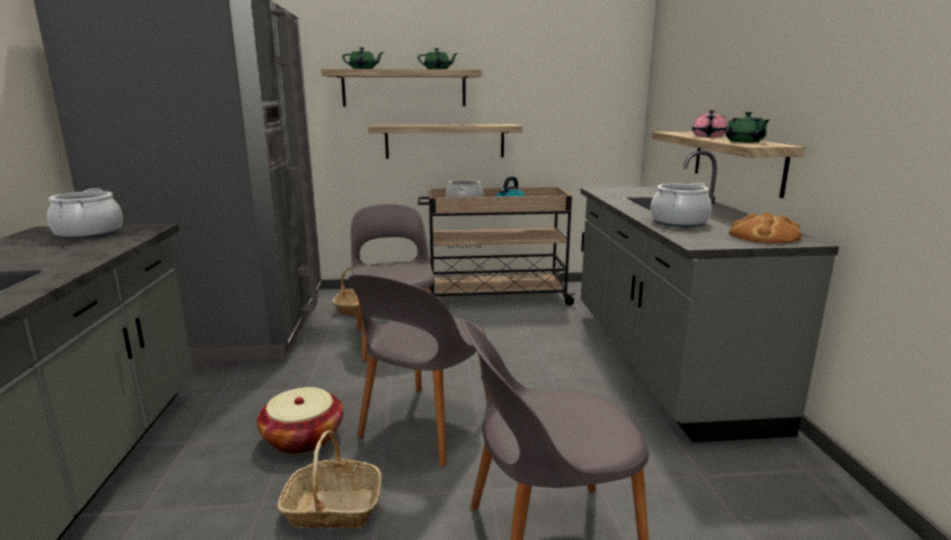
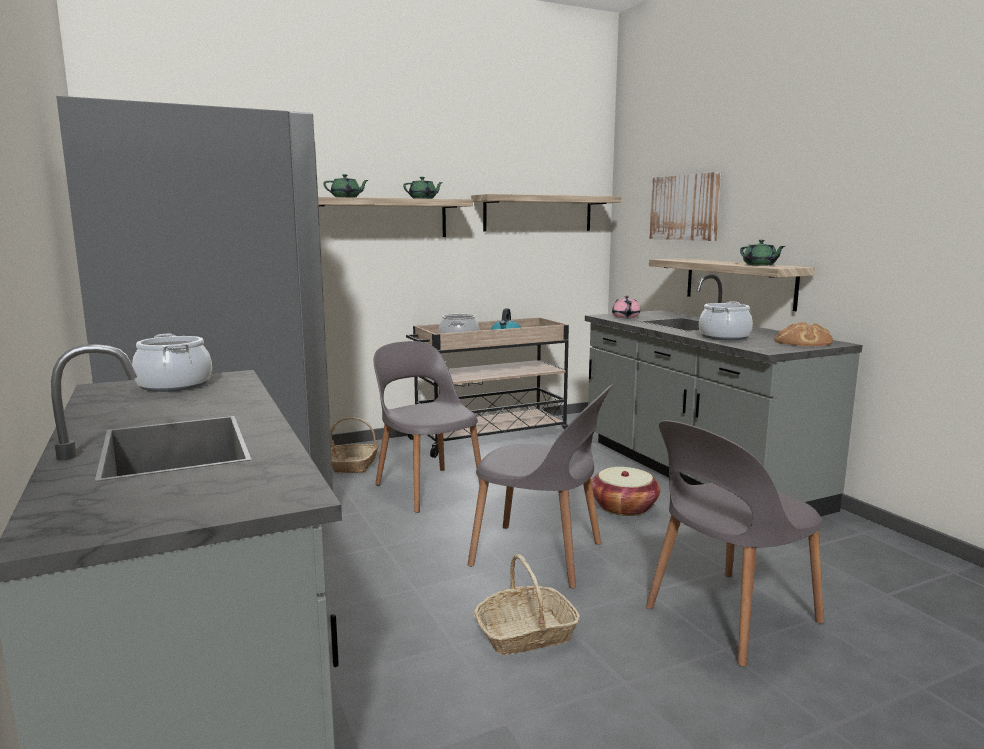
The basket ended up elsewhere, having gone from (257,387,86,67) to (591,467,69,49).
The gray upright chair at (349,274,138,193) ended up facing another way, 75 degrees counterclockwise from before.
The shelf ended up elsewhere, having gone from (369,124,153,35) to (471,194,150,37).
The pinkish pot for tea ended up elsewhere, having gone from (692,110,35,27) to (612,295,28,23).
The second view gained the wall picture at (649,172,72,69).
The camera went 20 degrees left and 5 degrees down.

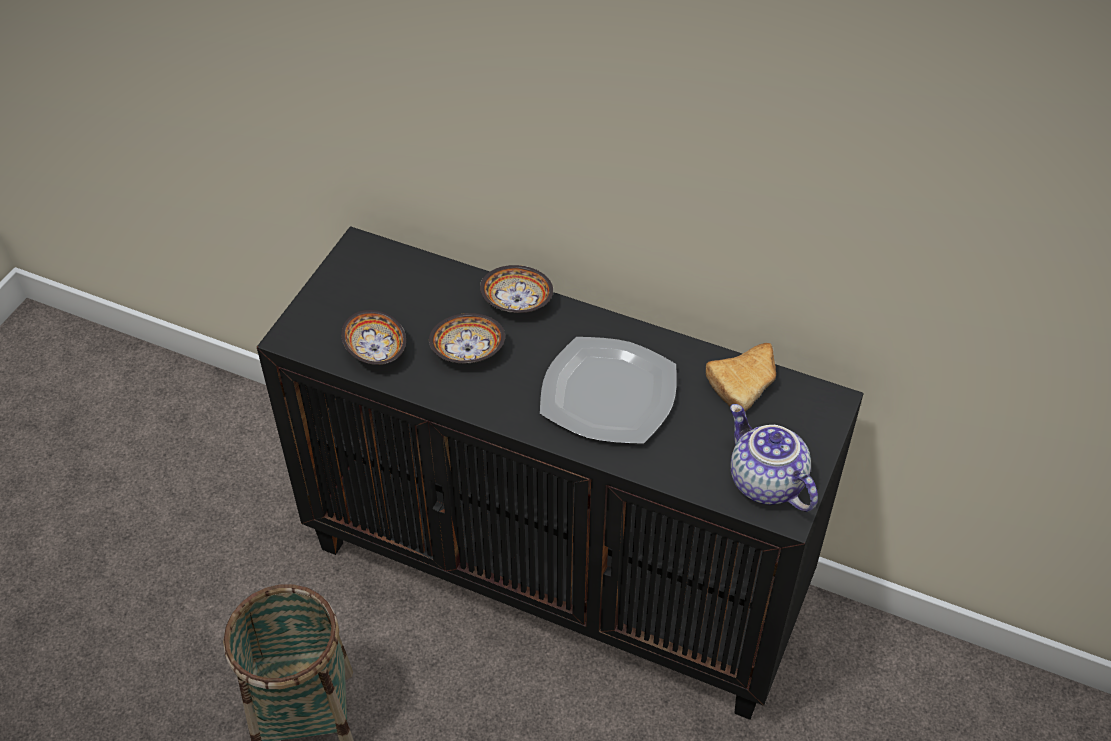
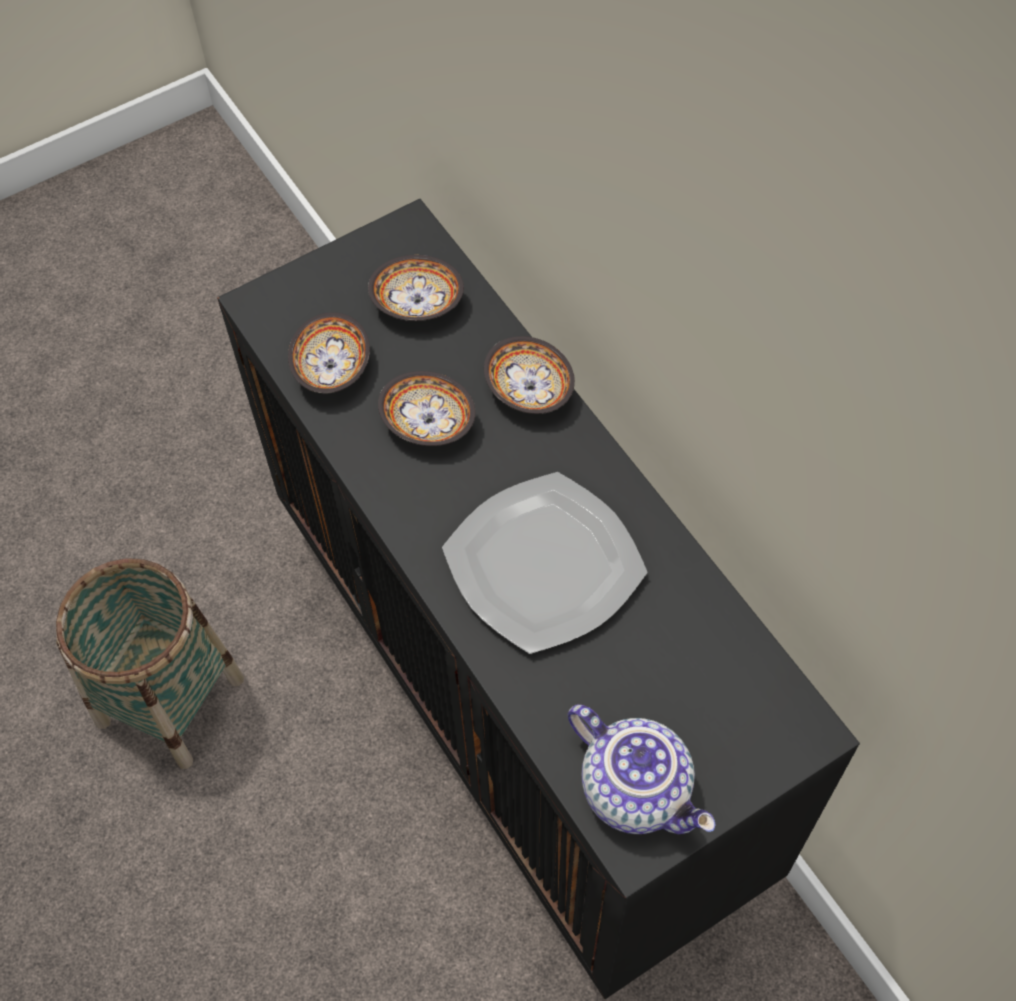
The second view lost the bread at (706,343,70,68).
The pot for tea at (730,404,88,108) ended up facing another way, 135 degrees clockwise from before.
The second view gained the bowl at (368,255,96,66).
The camera went 35 degrees right and 10 degrees up.

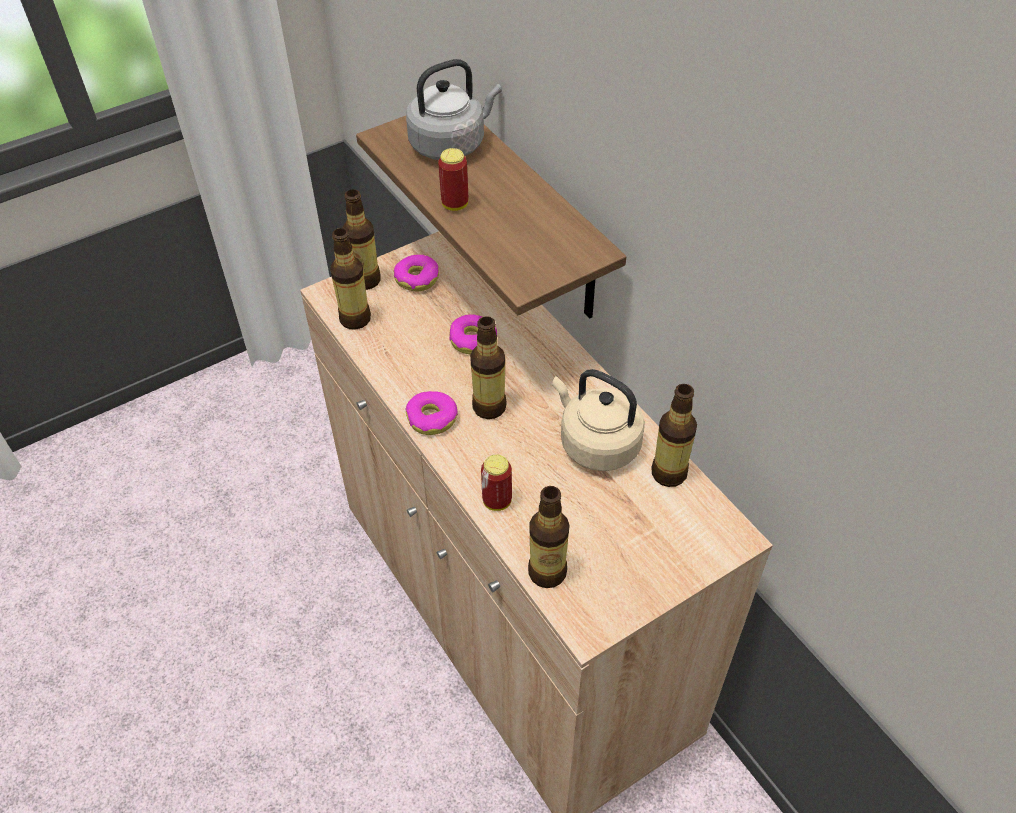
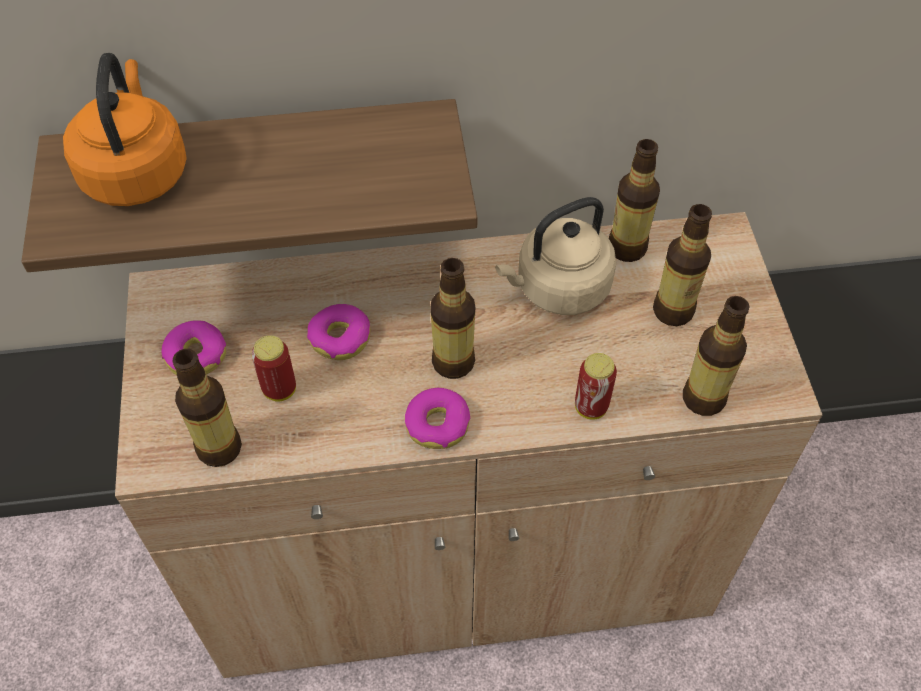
The beverage bottle ended up elsewhere, having gone from (343,190,38,100) to (653,204,59,122).
What was the gray tea kettle at (406,59,96,101) turned into the orange-coloured tea kettle at (63,53,124,153).
The metal can ended up elsewhere, having gone from (438,148,30,63) to (252,335,44,67).
The camera went 65 degrees left and 5 degrees up.

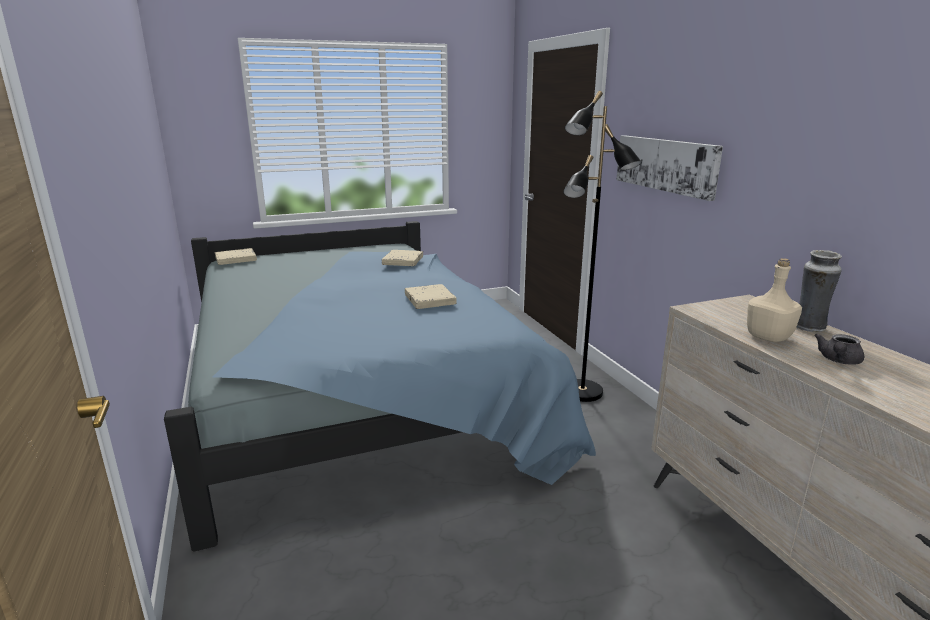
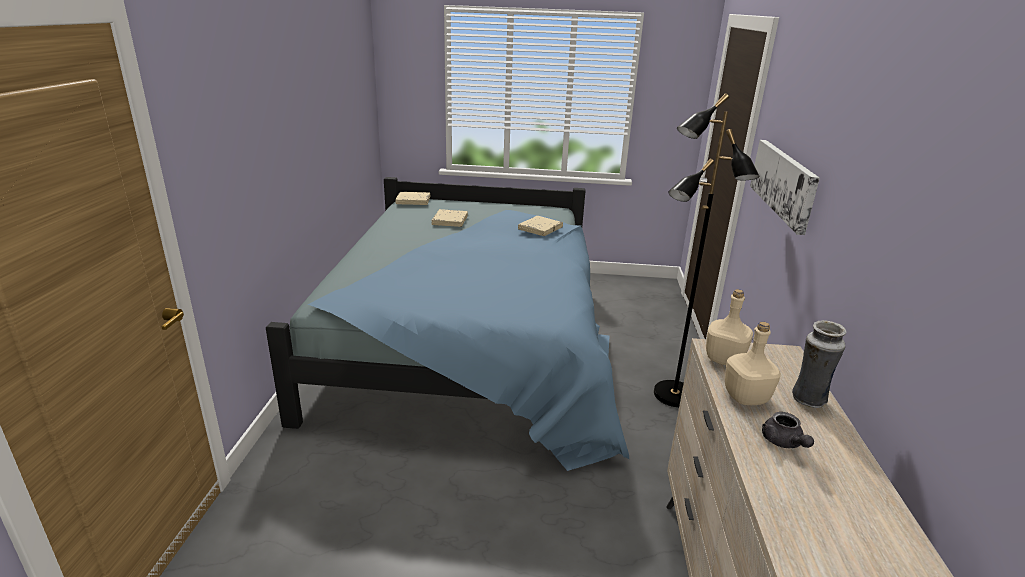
The sand-coloured book ended up elsewhere, having gone from (405,284,52,25) to (432,209,36,18).
The gray pot for tea at (814,333,50,32) ended up facing another way, 75 degrees counterclockwise from before.
The second view gained the sand-coloured beverage bottle at (706,289,47,76).
The camera went 25 degrees right and 5 degrees up.

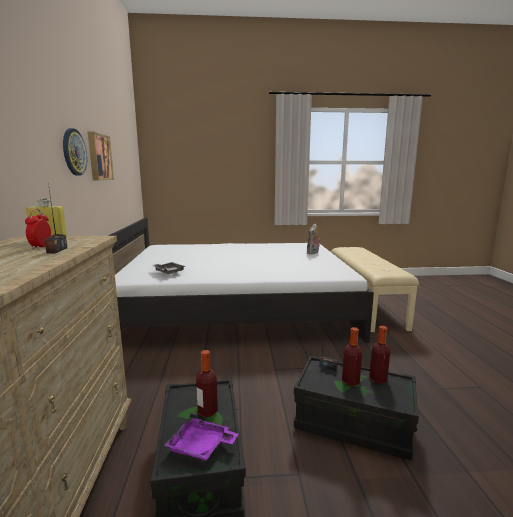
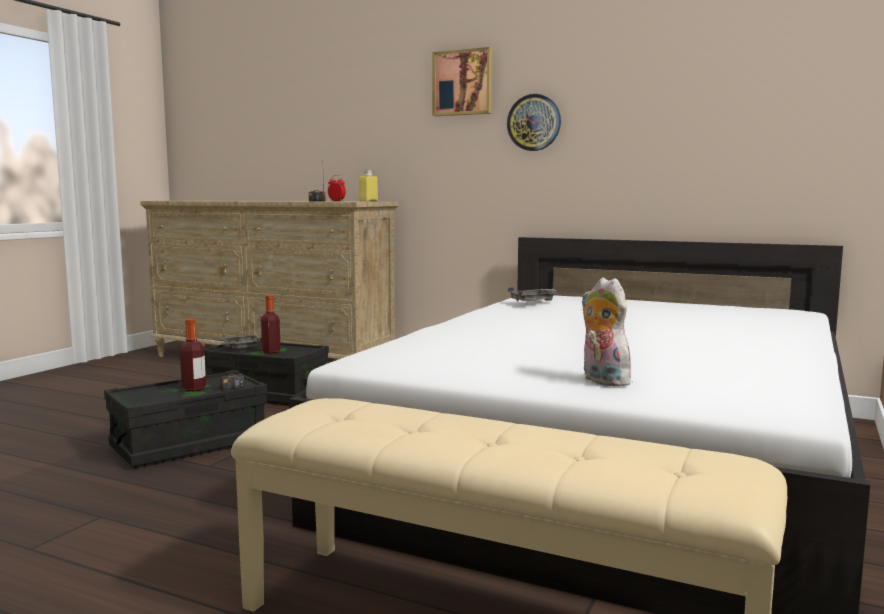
The wall picture ended up elsewhere, having gone from (88,132,26,48) to (432,47,60,69).
What was the purple-coloured tray at (165,413,73,48) turned into the gray tray at (219,335,43,14).
The second view lost the beverage bottle at (369,326,21,58).
The camera went 120 degrees right and 5 degrees down.

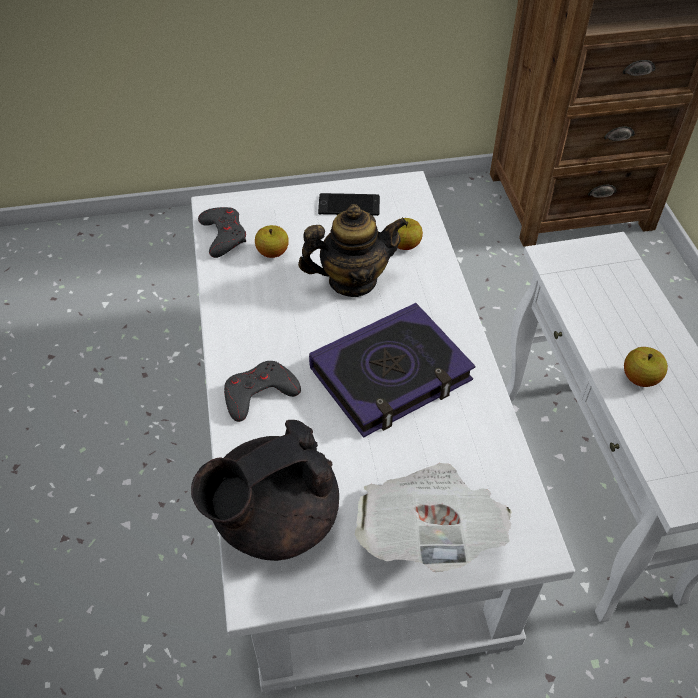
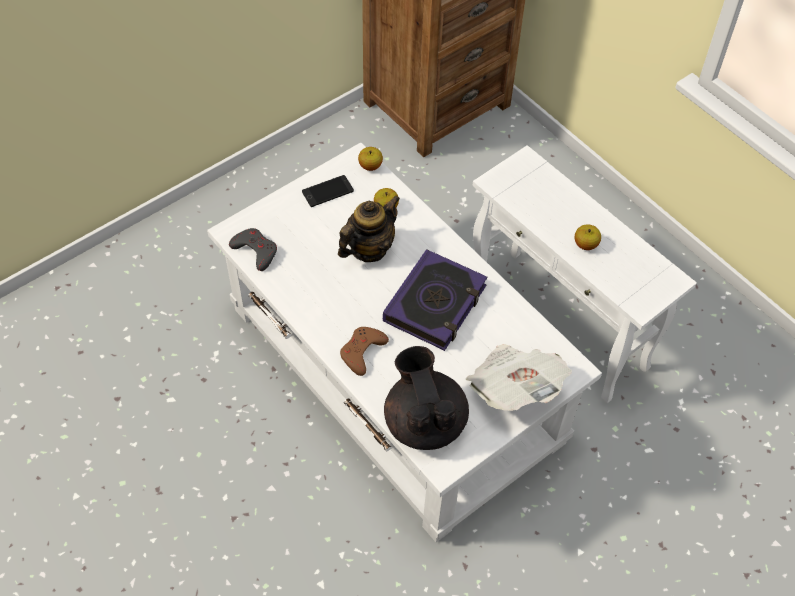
The black pot for tea at (191,420,148,141) ended up facing another way, 135 degrees clockwise from before.
What was the gray gamepad at (224,361,77,61) turned into the brown-coloured gamepad at (340,327,49,49).
The whole apple ended up elsewhere, having gone from (255,225,34,33) to (358,147,25,24).
The camera went 30 degrees left and 5 degrees up.

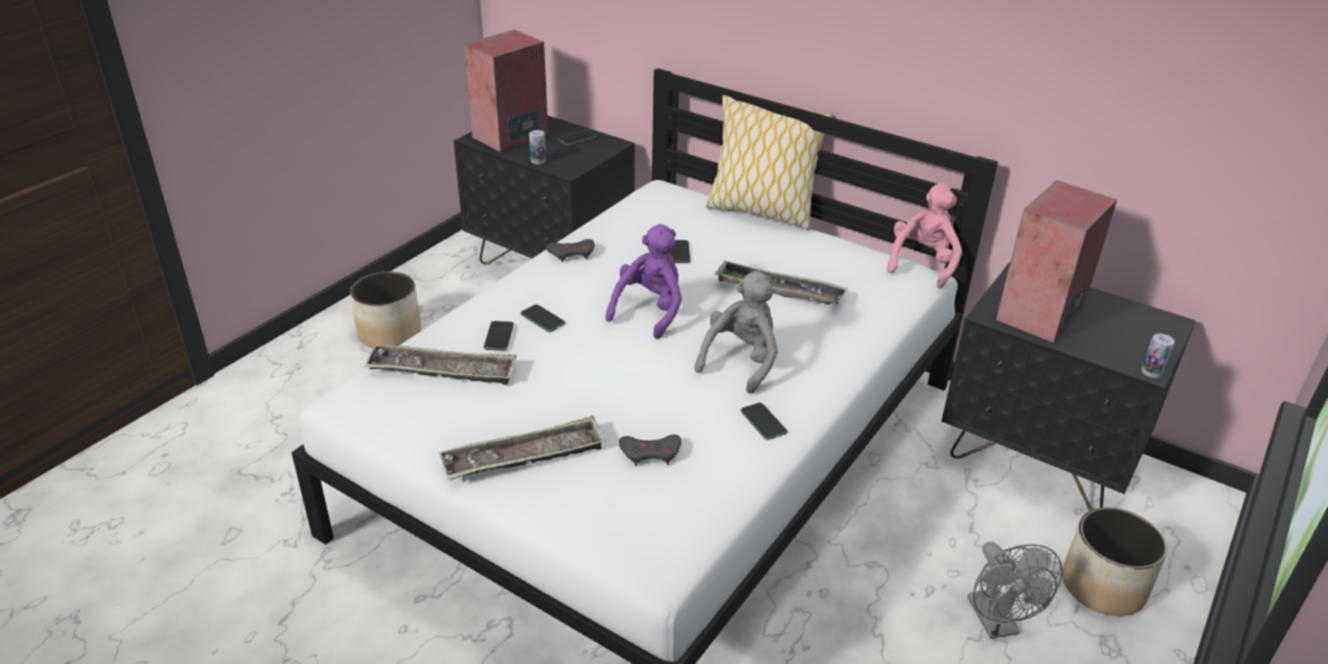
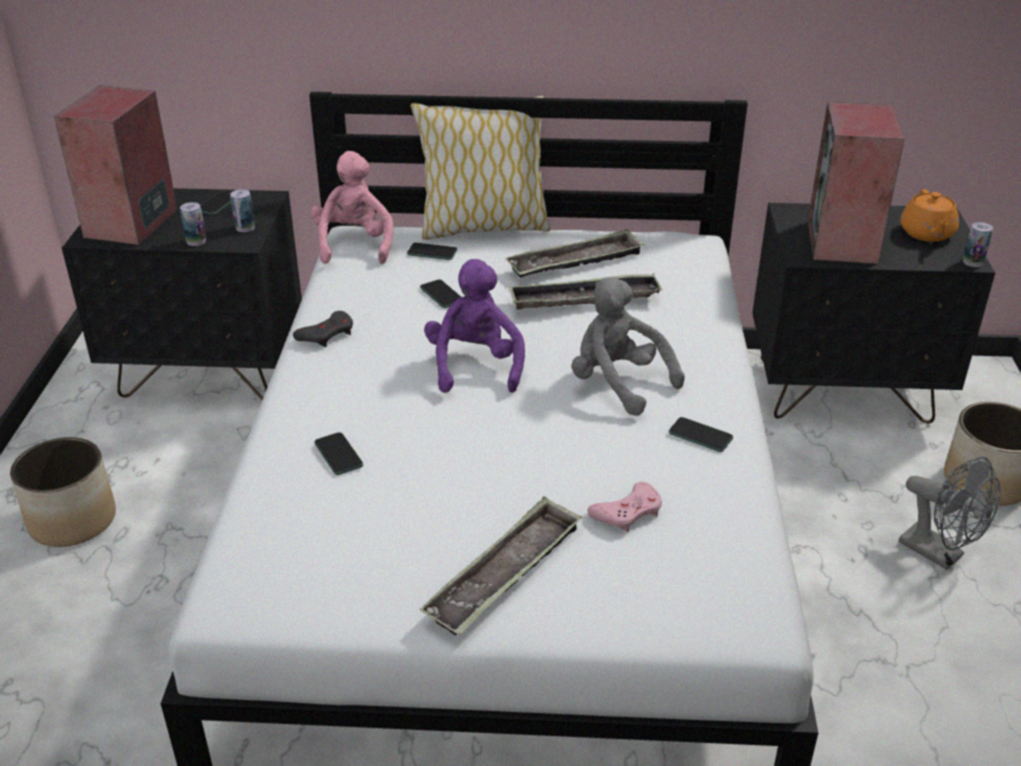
The tray ended up elsewhere, having gone from (364,344,153,41) to (505,229,140,49).
The phone ended up elsewhere, having gone from (520,304,45,28) to (407,243,50,17).
What was the gray gamepad at (619,434,62,32) turned into the pinkish gamepad at (587,482,75,50).
The gray plush toy at (694,271,84,123) ended up facing another way, 45 degrees counterclockwise from before.
The pinkish plush toy ended up elsewhere, having gone from (887,183,75,105) to (310,151,83,113).
The second view gained the metal can at (230,189,25,43).
The second view gained the orange-coloured pot for tea at (900,189,59,53).
The camera went 30 degrees left and 0 degrees up.

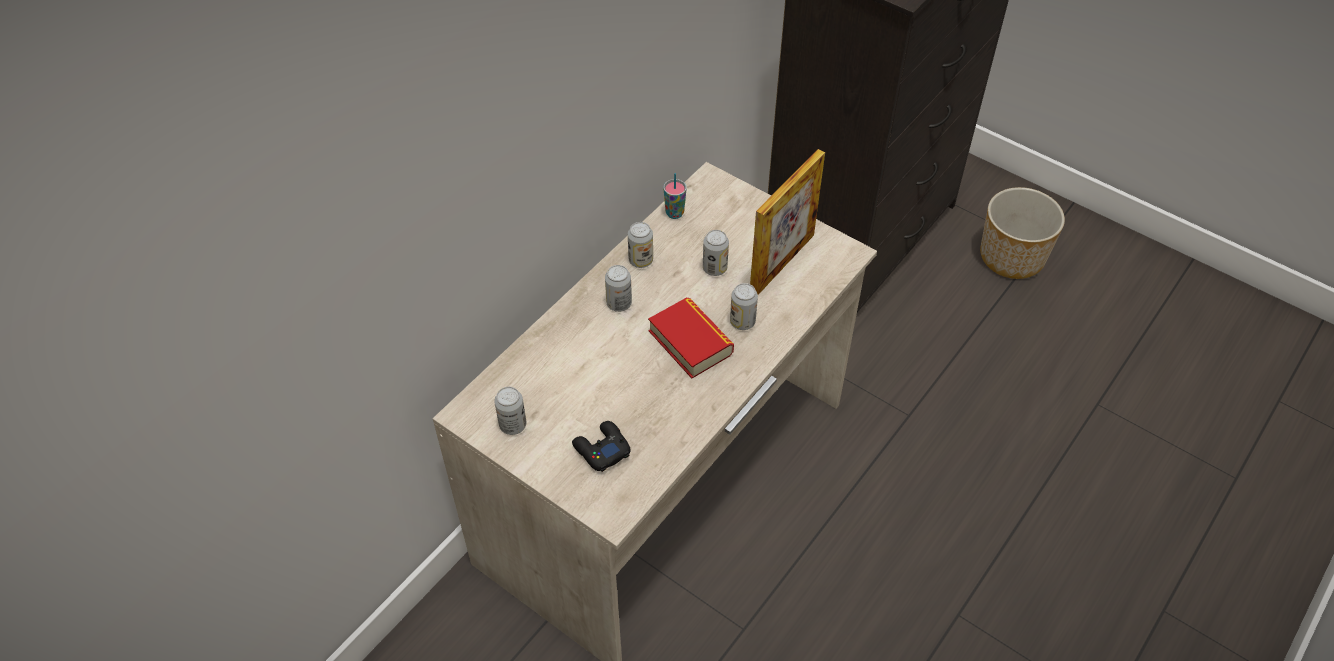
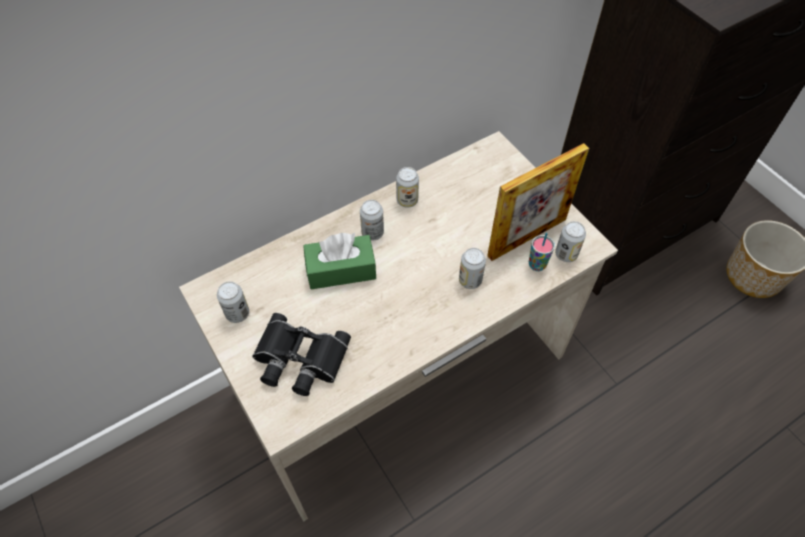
Where the black gamepad stood at (572,421,59,51), the black field glasses came to stand at (252,313,99,83).
The second view lost the book at (648,297,86,82).
The cup ended up elsewhere, having gone from (664,173,22,46) to (529,233,26,38).
The metal can ended up elsewhere, having gone from (703,230,26,46) to (555,221,31,41).
The second view gained the greenish box of tissues at (303,233,73,57).
The camera went 20 degrees right and 5 degrees up.

